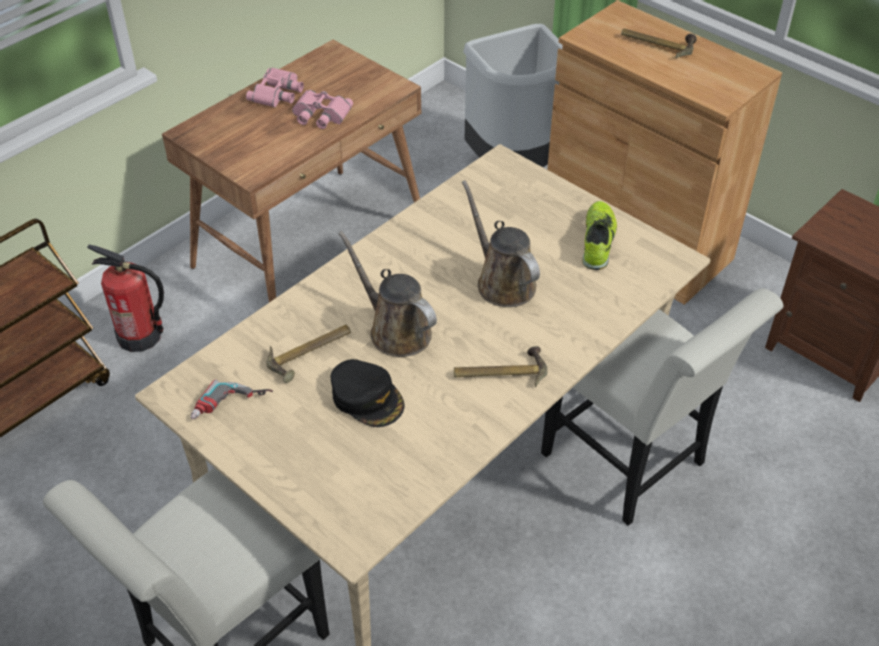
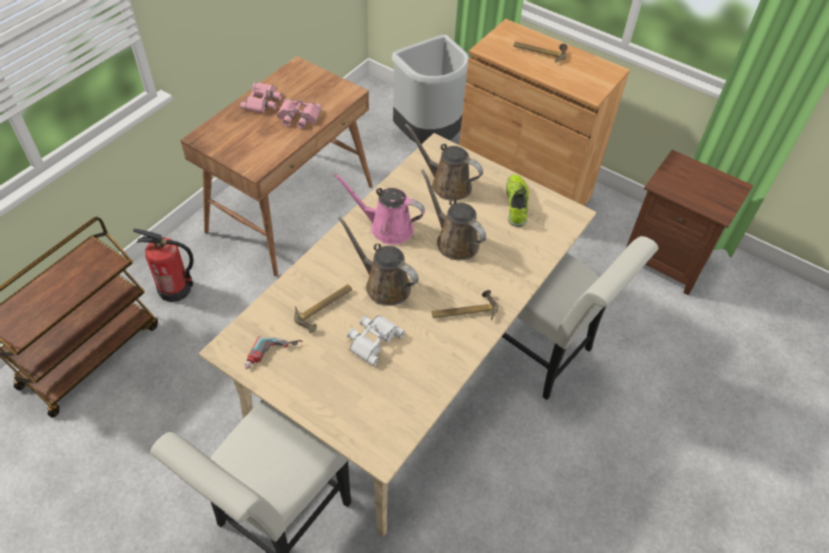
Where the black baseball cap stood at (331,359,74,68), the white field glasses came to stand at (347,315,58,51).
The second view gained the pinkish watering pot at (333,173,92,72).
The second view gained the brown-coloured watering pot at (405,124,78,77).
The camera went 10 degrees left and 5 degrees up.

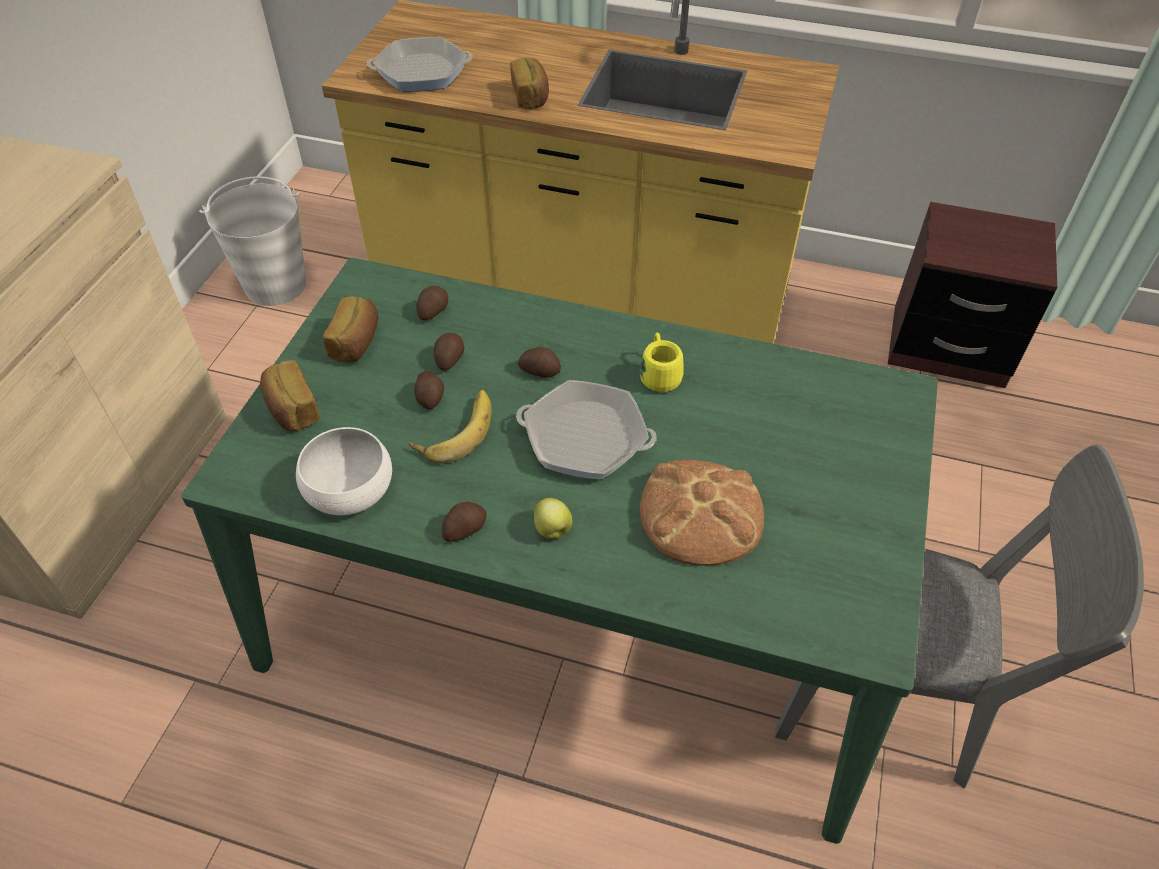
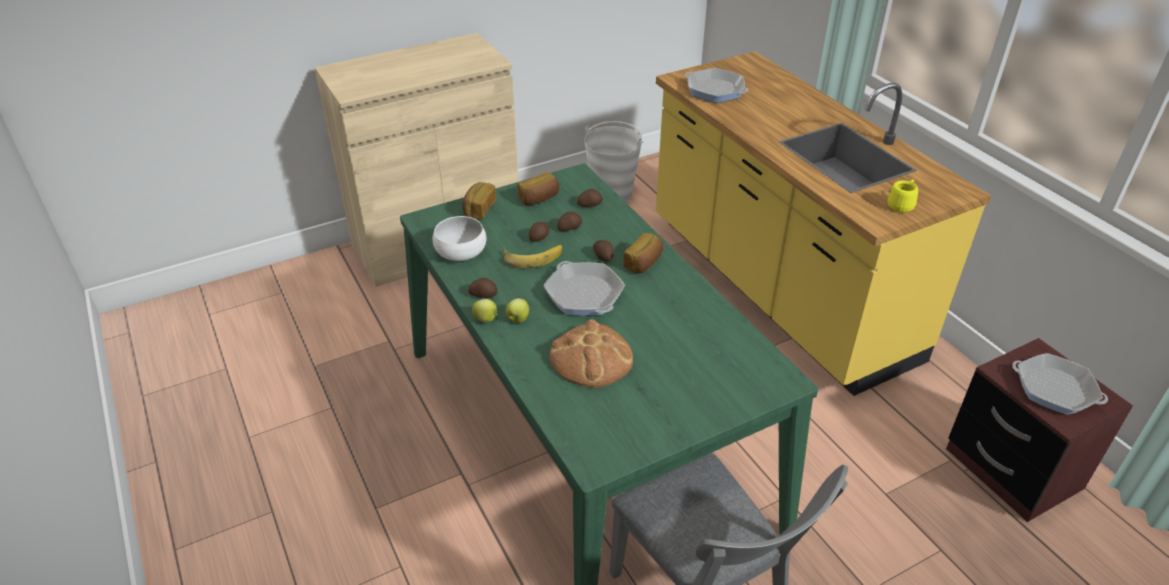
The bread ended up elsewhere, having gone from (510,58,39,51) to (623,233,40,41).
The yellow coffee mug ended up elsewhere, having gone from (640,333,43,59) to (888,179,30,33).
The second view gained the whole apple at (472,299,25,23).
The second view gained the pan at (1012,353,96,62).
The camera went 45 degrees right and 10 degrees down.

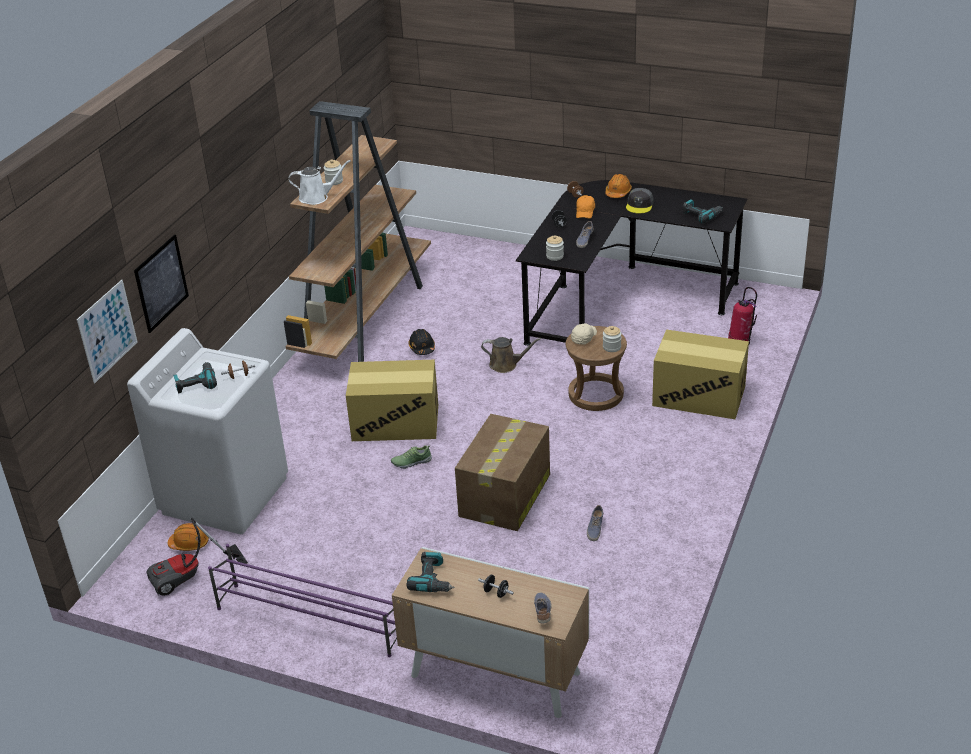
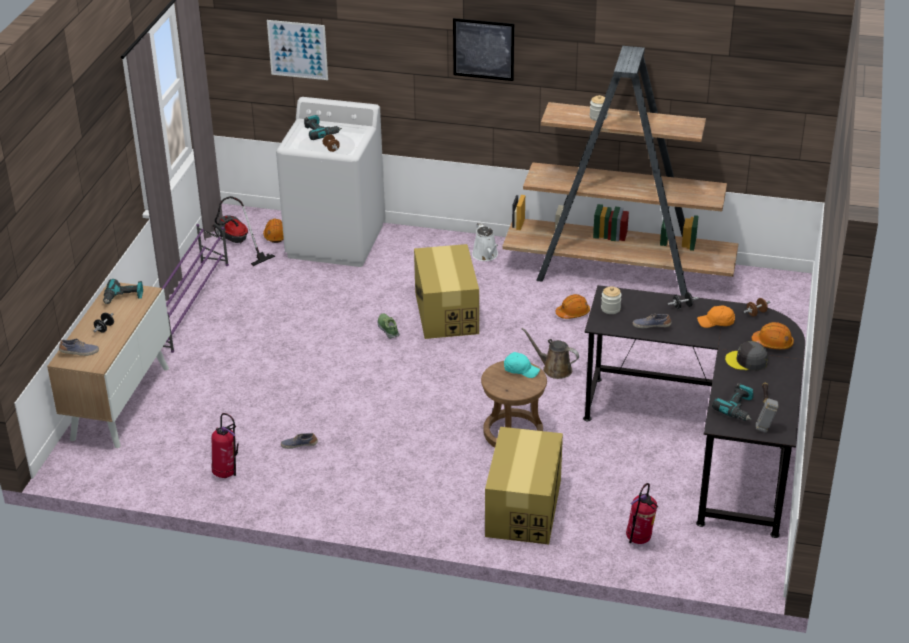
The wall picture ended up elsewhere, having gone from (134,235,55,98) to (453,18,61,63).
The white watering pot ended up elsewhere, having gone from (289,160,62,45) to (472,223,26,38).
What was the black work helmet at (408,329,27,26) turned into the orange-coloured work helmet at (555,294,35,25).
The second view lost the carton at (455,414,95,117).
The brown-coloured watering pot at (481,337,60,36) ended up facing another way, 120 degrees clockwise from before.
What was the sand-coloured baseball cap at (571,323,26,22) turned into the turquoise-coloured baseball cap at (504,352,36,26).
The second view lost the preserve jar at (603,326,19,26).
The second view gained the extinguisher at (212,413,27,65).
The second view gained the hammer at (756,383,23,50).
The camera went 80 degrees right and 0 degrees up.

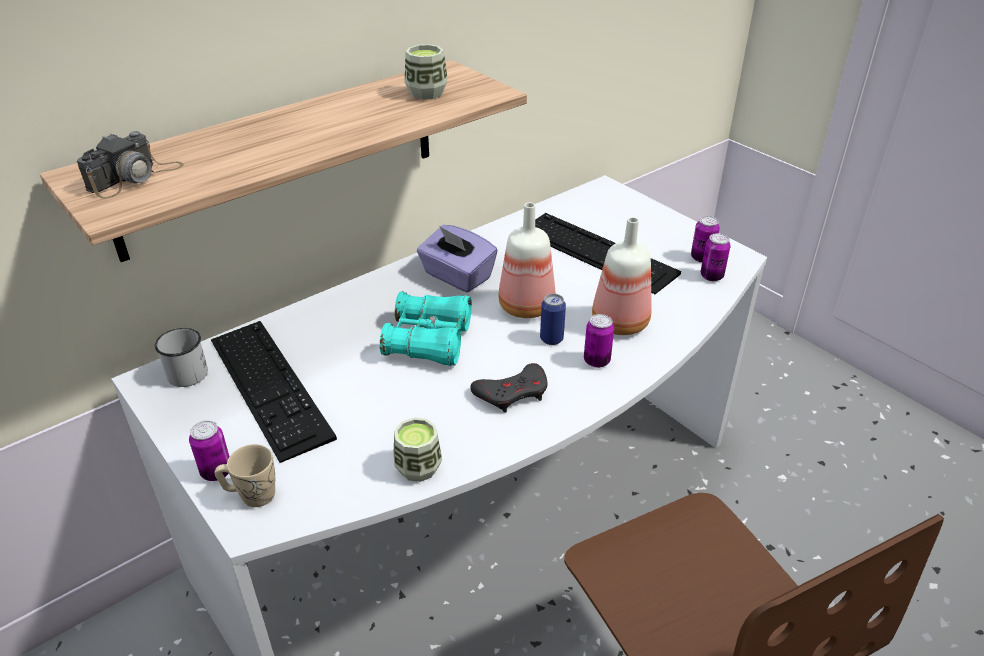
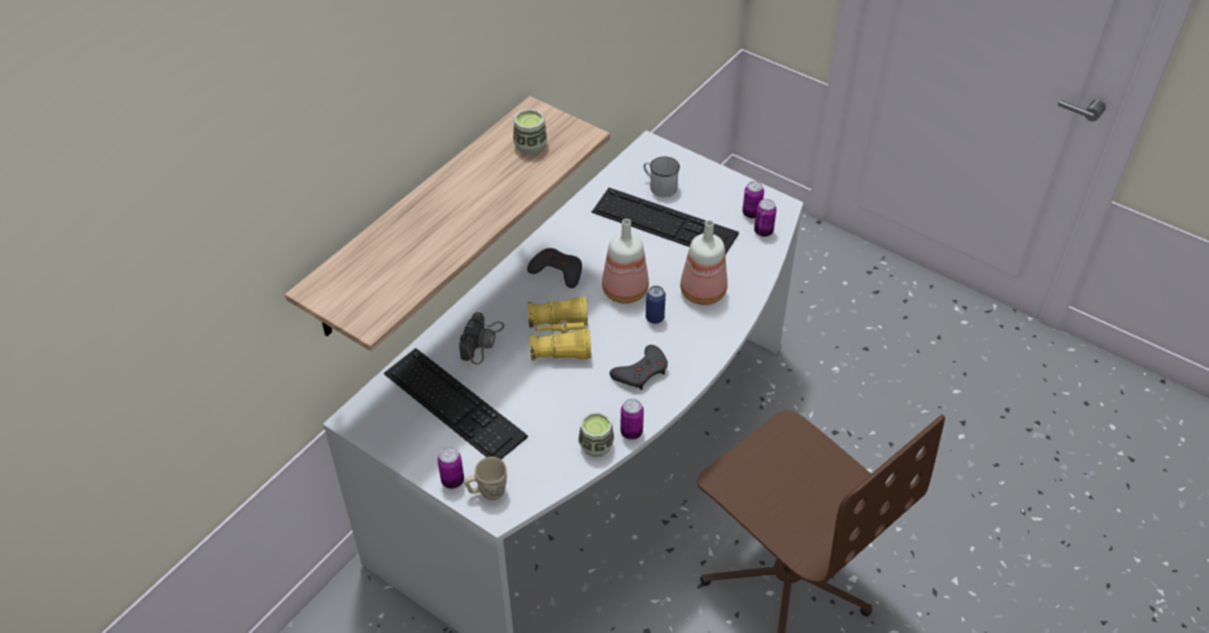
The still camera ended up elsewhere, having gone from (77,131,107,68) to (459,312,45,52).
The white coffee mug ended up elsewhere, having gone from (155,328,53,59) to (643,156,37,41).
What was the turquoise-coloured field glasses at (380,291,92,75) turned into the yellow field glasses at (528,297,63,64).
Where the purple-coloured box of tissues stood at (417,225,81,68), the gray gamepad came to stand at (527,248,55,40).
The metal can ended up elsewhere, having gone from (584,314,30,54) to (620,399,24,41).
The camera went 15 degrees left and 10 degrees up.

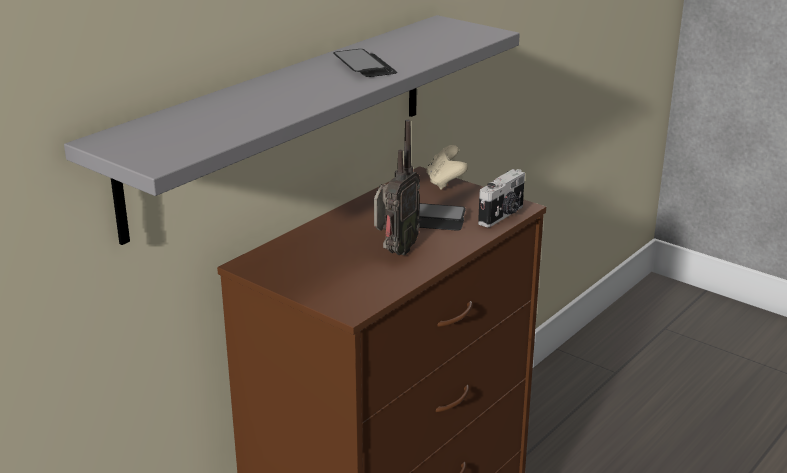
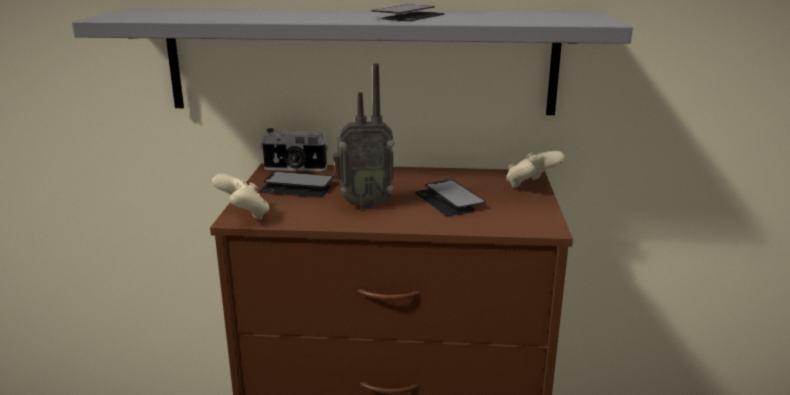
The still camera ended up elsewhere, having gone from (478,169,47,58) to (261,128,67,43).
The second view gained the sand-coloured gamepad at (212,174,58,46).
The second view gained the phone at (259,172,75,25).
The camera went 55 degrees right and 5 degrees down.

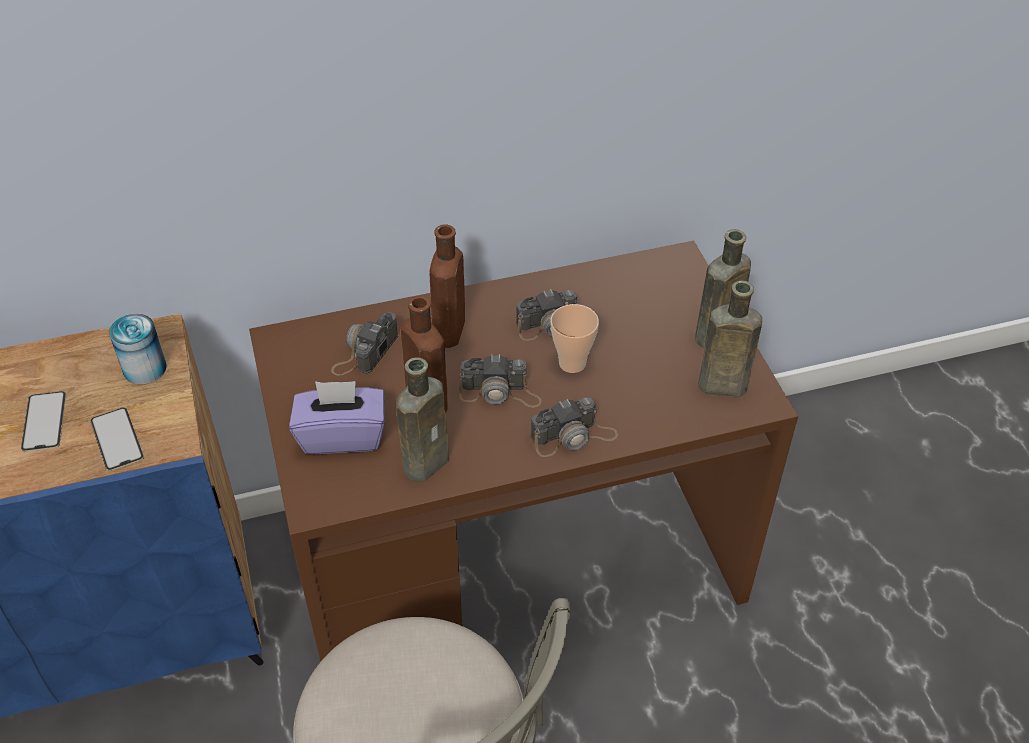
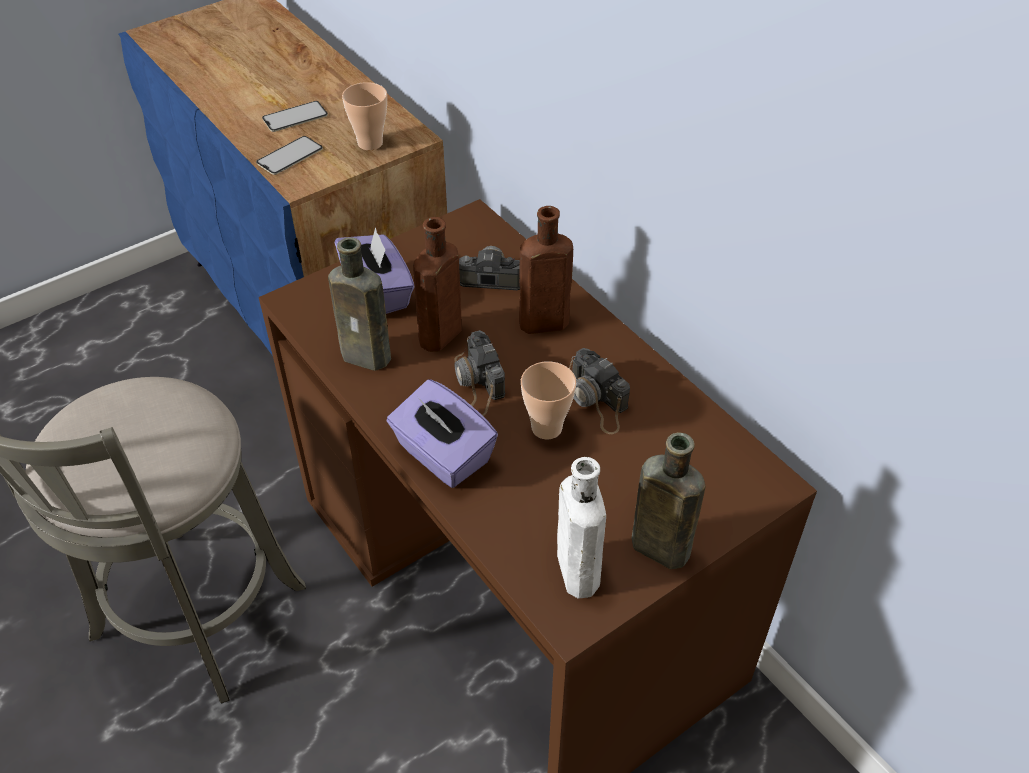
Where the metal can stood at (109,313,58,72), the cup came to stand at (342,82,45,68).
Where the still camera stood at (531,397,87,60), the purple-coloured box of tissues came to stand at (387,379,111,109).
What was the brown-coloured beverage bottle at (698,281,64,117) turned into the white beverage bottle at (557,457,49,142).
The camera went 70 degrees right and 0 degrees up.

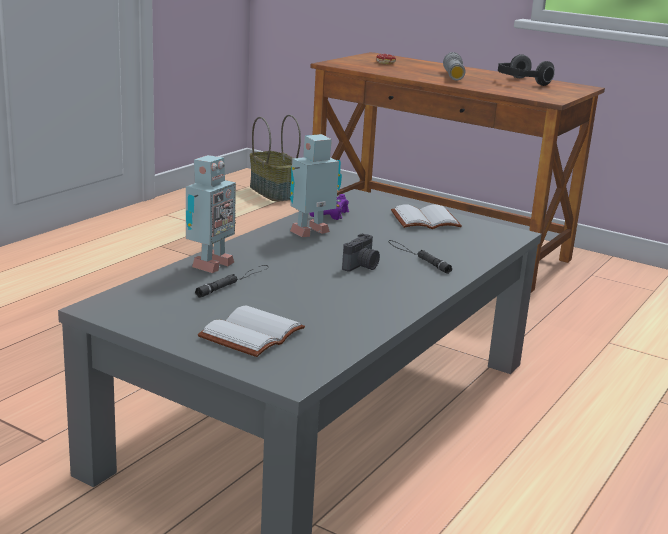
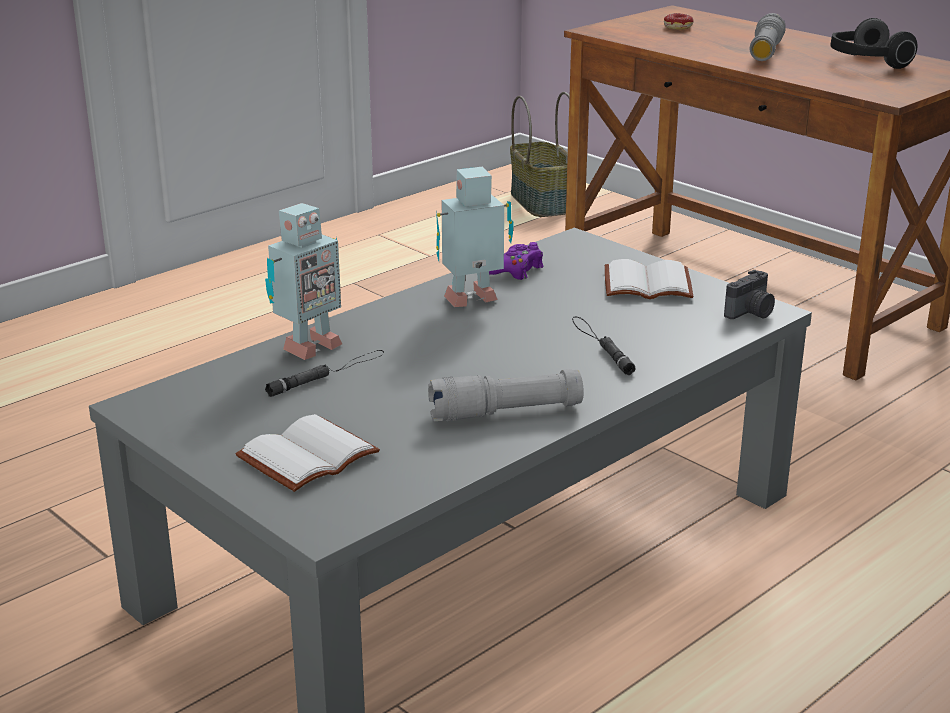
The still camera ended up elsewhere, having gone from (342,233,38,38) to (724,270,51,49).
The second view gained the gray flashlight at (428,369,156,52).
The camera went 15 degrees right and 5 degrees up.

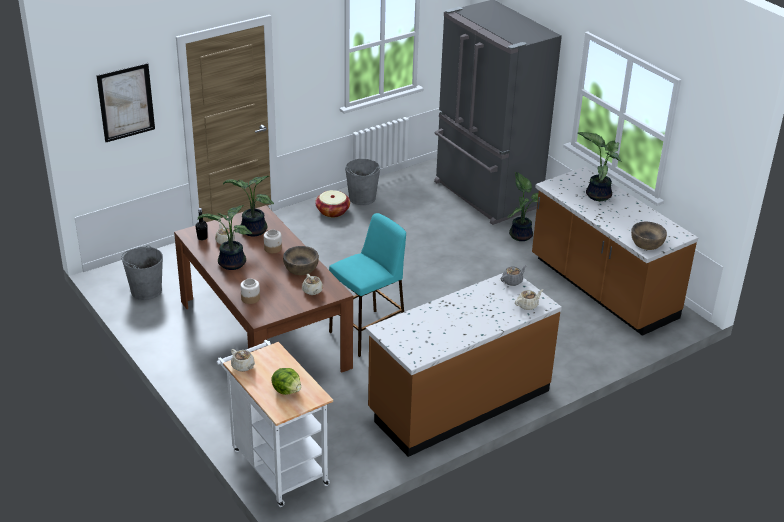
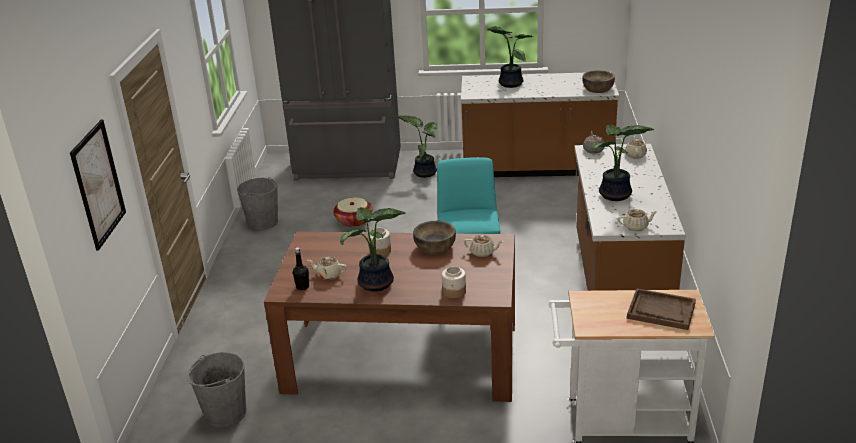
The plant in a pot ended up elsewhere, having gone from (223,176,51,60) to (591,125,63,76).
The sand-coloured pot for tea ended up elsewhere, having gone from (231,349,24,23) to (618,209,40,22).
Where the lettuce head stood at (271,368,30,27), the brown-coloured tray came to stand at (627,288,69,42).
The basket ended up elsewhere, having gone from (315,190,35,28) to (333,197,39,30).
The camera went 50 degrees left and 5 degrees down.

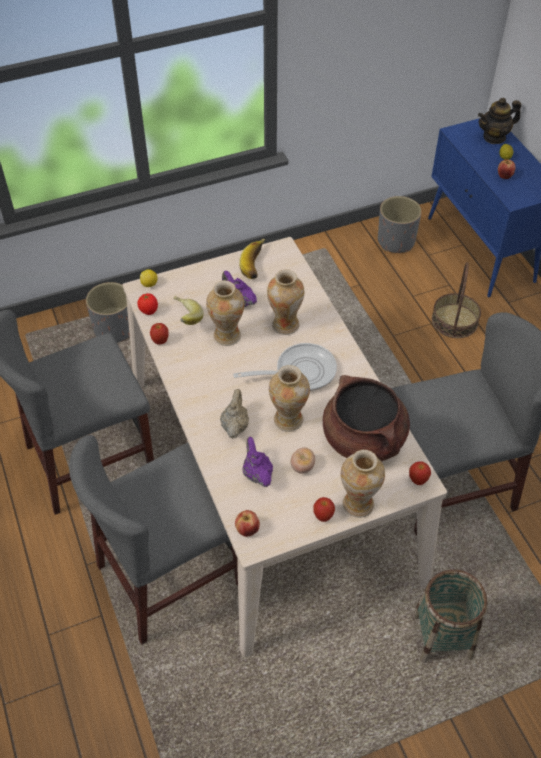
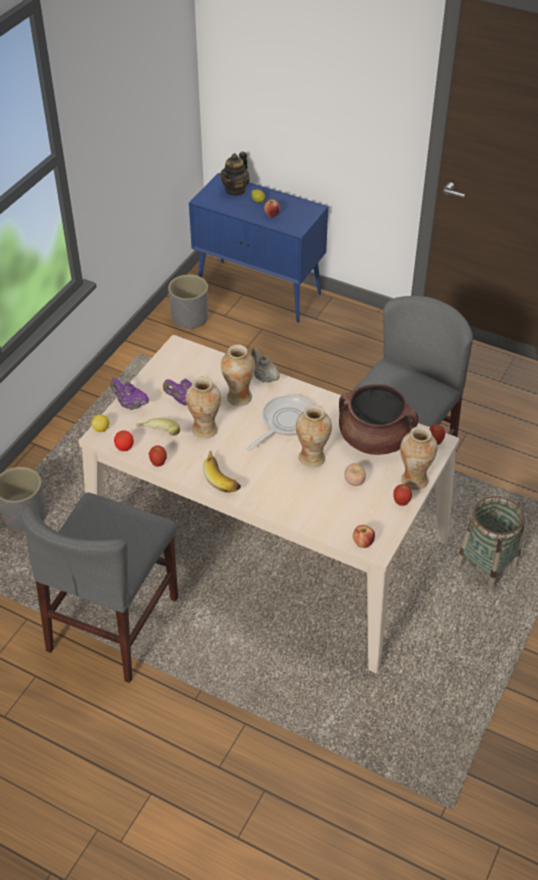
The second view lost the gray upright chair at (69,435,169,210).
The sand-coloured pot for tea ended up elsewhere, having gone from (220,389,29,50) to (251,348,29,35).
The whole banana ended up elsewhere, having gone from (239,239,26,40) to (203,450,38,43).
The purple-coloured pot for tea ended up elsewhere, having gone from (242,437,31,50) to (110,378,39,32).
The second view lost the basket at (432,262,49,76).
The camera went 40 degrees left and 5 degrees down.

